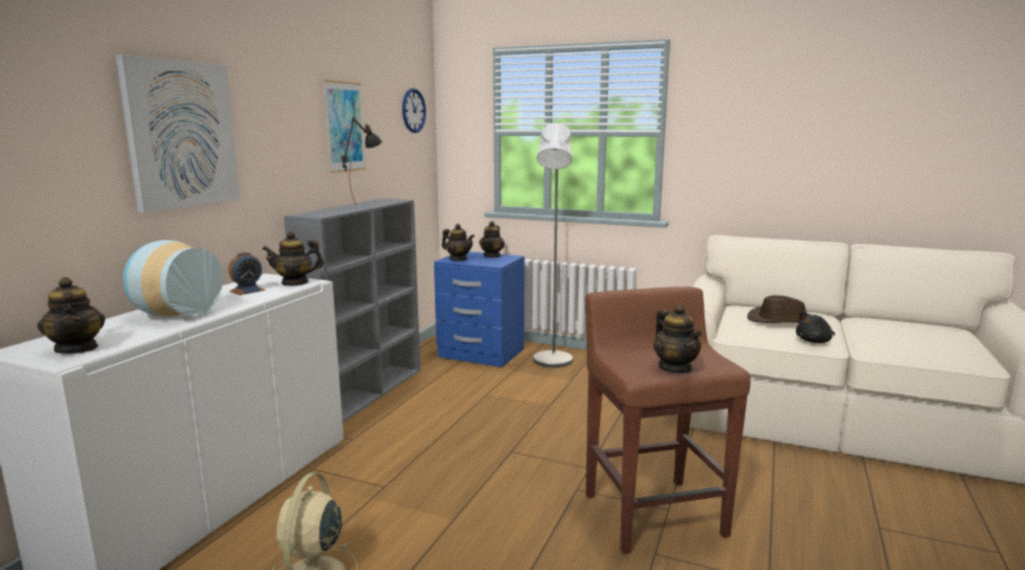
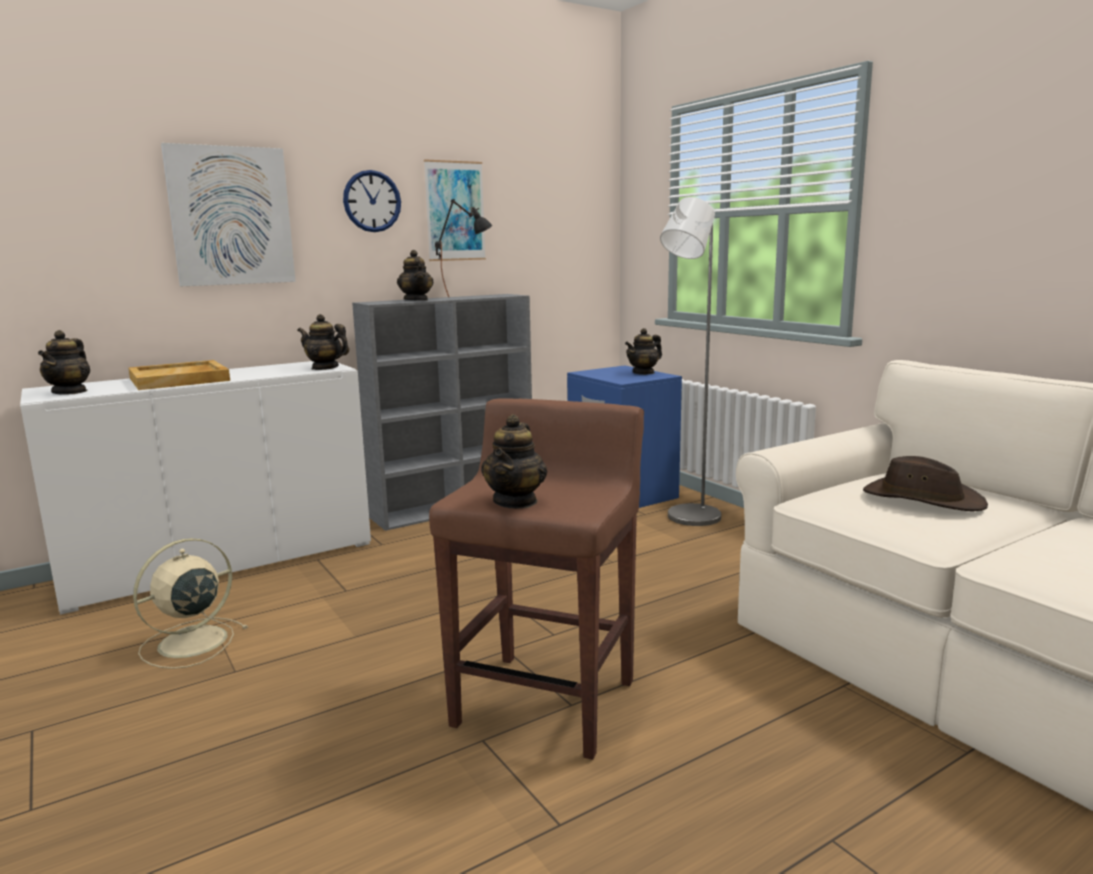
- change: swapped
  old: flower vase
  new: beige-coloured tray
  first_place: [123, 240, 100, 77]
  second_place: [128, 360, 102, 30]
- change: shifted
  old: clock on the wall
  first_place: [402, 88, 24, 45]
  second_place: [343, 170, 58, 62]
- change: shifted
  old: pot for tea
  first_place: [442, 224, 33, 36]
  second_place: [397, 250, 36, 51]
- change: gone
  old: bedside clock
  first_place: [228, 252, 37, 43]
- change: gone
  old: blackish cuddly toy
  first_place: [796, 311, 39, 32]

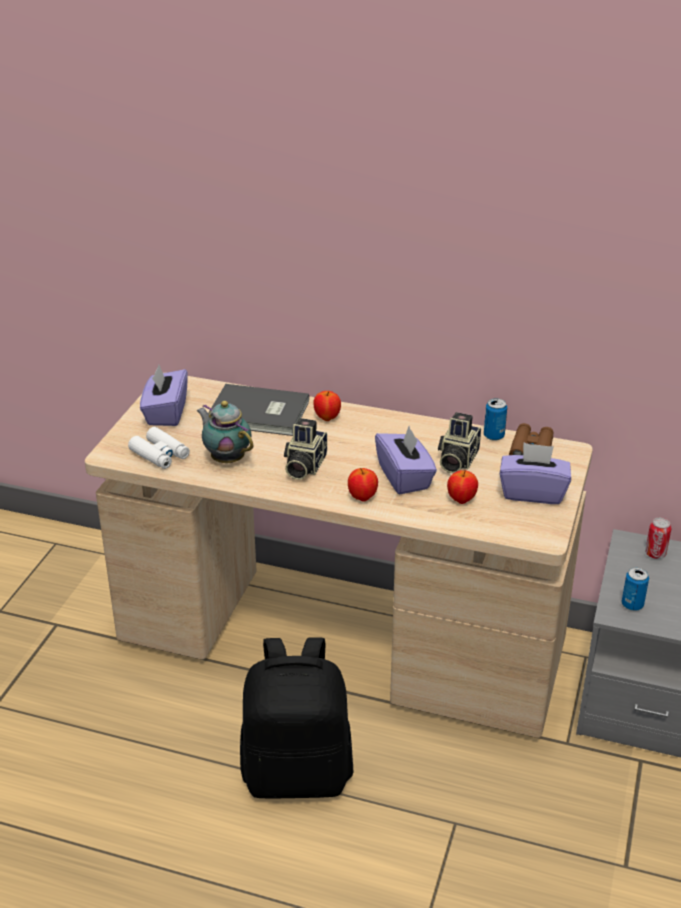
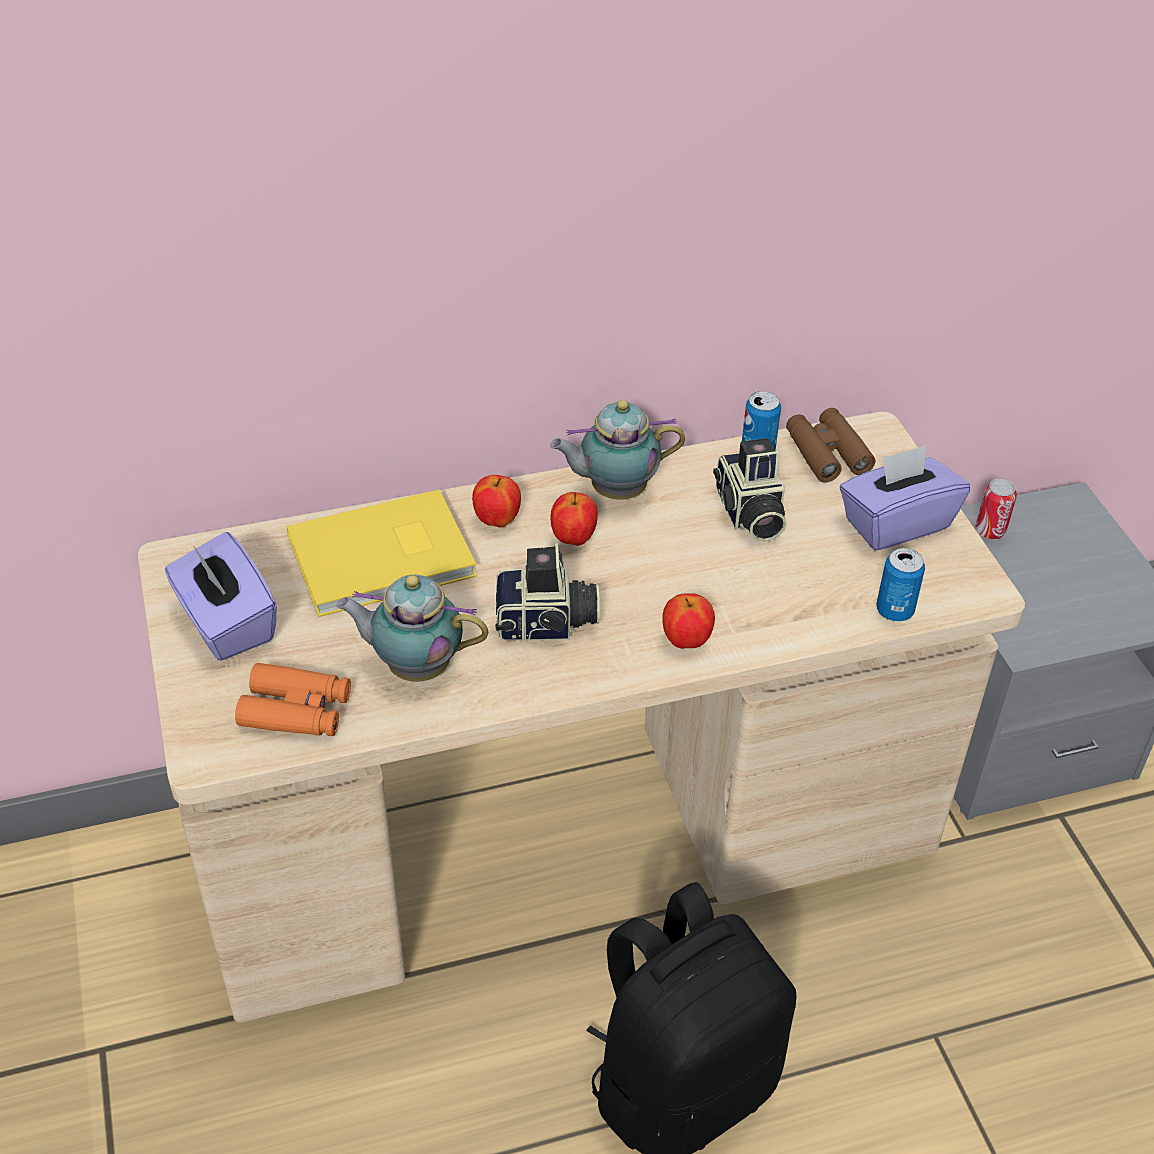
- change: repainted
  old: white-coloured field glasses
  new: orange field glasses
  first_place: [128, 427, 62, 42]
  second_place: [235, 663, 116, 73]
- change: repainted
  old: gray bound book
  new: yellow bound book
  first_place: [208, 384, 101, 52]
  second_place: [287, 490, 190, 127]
- change: rotated
  old: still camera
  first_place: [284, 418, 43, 62]
  second_place: [496, 543, 104, 98]
  degrees: -75
- change: new
  new: pot for tea
  second_place: [550, 400, 135, 100]
- change: shifted
  old: apple fruit
  first_place: [447, 470, 31, 34]
  second_place: [551, 492, 47, 54]
- change: shifted
  old: can
  first_place: [622, 567, 27, 44]
  second_place: [876, 548, 49, 74]
- change: gone
  old: purple box of tissues
  first_place: [375, 426, 62, 69]

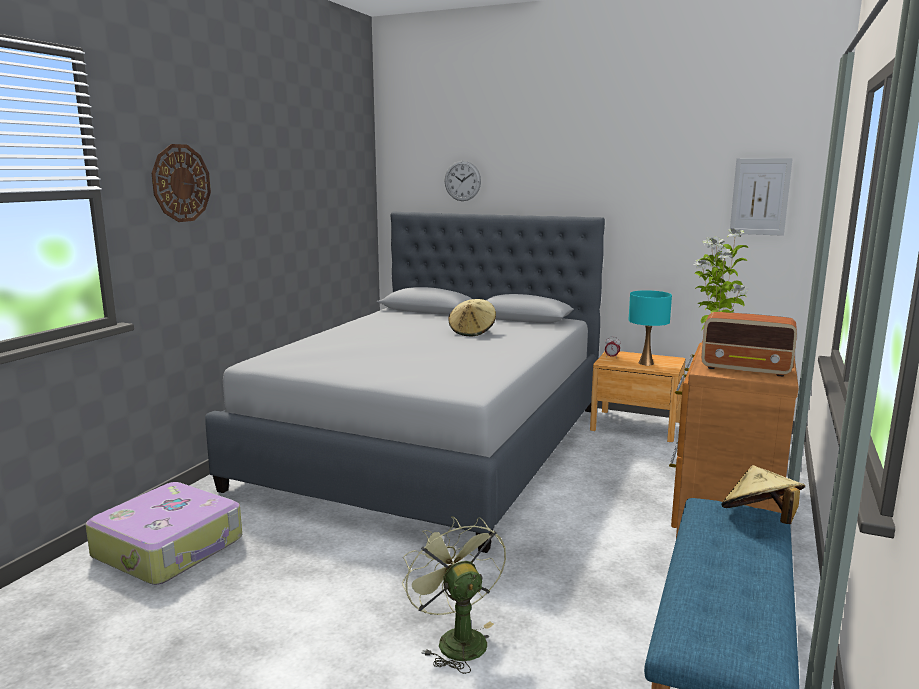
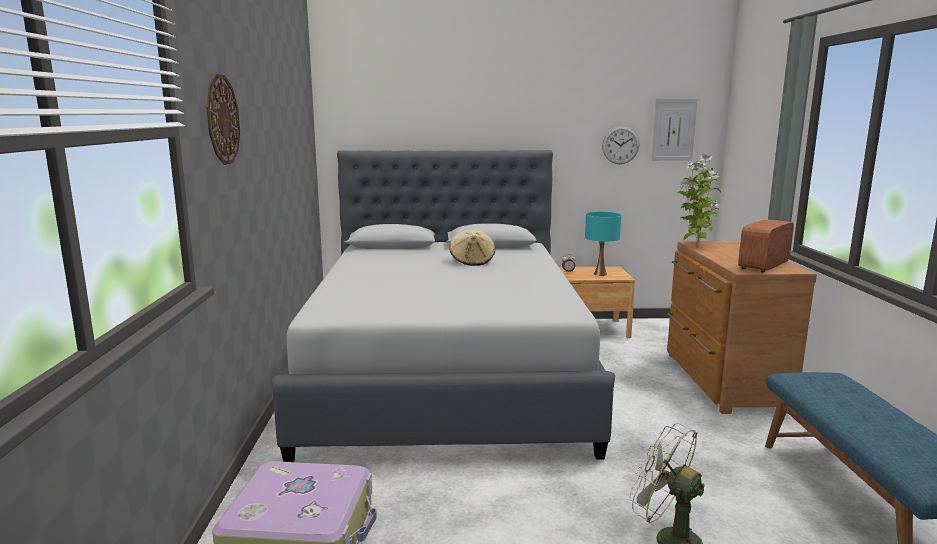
- change: shifted
  old: clock on the wall
  first_place: [445, 161, 36, 40]
  second_place: [602, 126, 37, 38]
- change: rotated
  old: radio set
  first_place: [701, 312, 96, 65]
  second_place: [738, 219, 56, 54]
  degrees: 135
- change: gone
  old: beige-coloured clothing hat
  first_place: [721, 465, 84, 59]

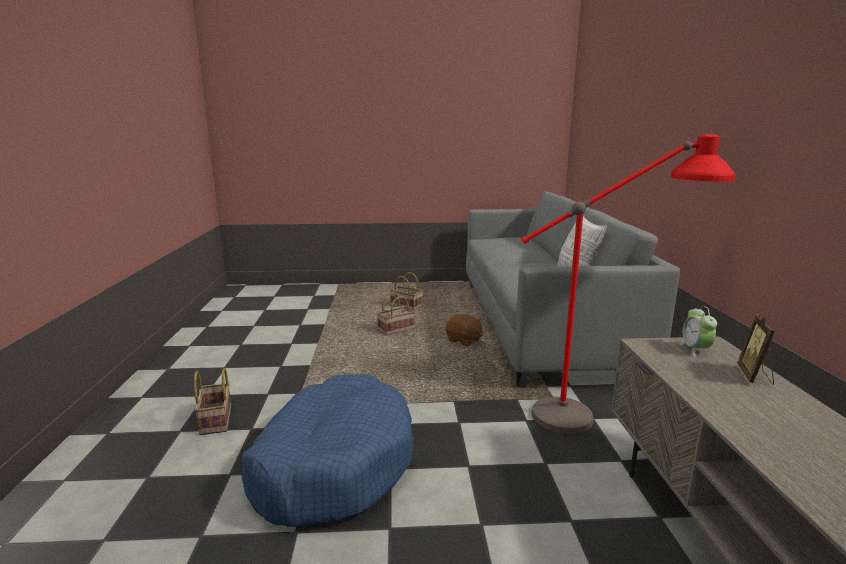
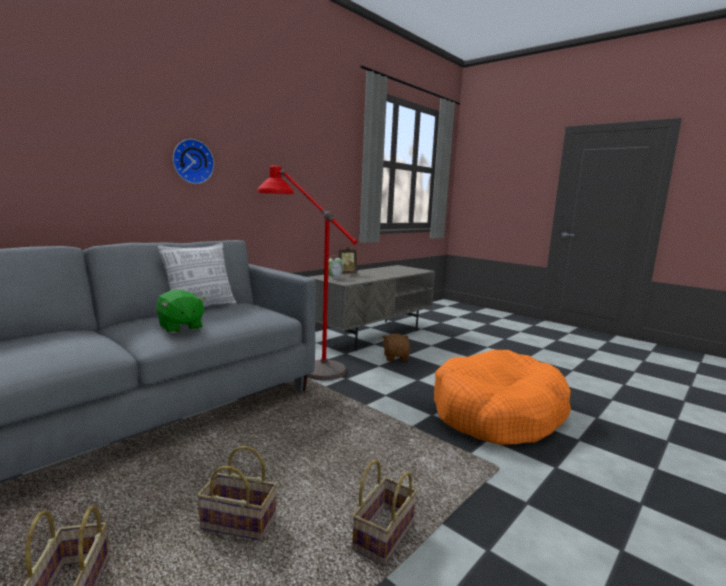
- change: new
  new: greenish cuddly toy
  second_place: [156, 290, 50, 43]
- change: new
  new: clock on the wall
  second_place: [173, 139, 41, 45]
- change: shifted
  old: storage basket
  first_place: [194, 368, 37, 67]
  second_place: [352, 459, 65, 106]
- change: shifted
  old: brown-coloured cuddly toy
  first_place: [446, 314, 37, 32]
  second_place: [382, 333, 28, 28]
- change: repainted
  old: bluish pet bed
  new: orange pet bed
  first_place: [241, 374, 173, 153]
  second_place: [434, 350, 137, 95]

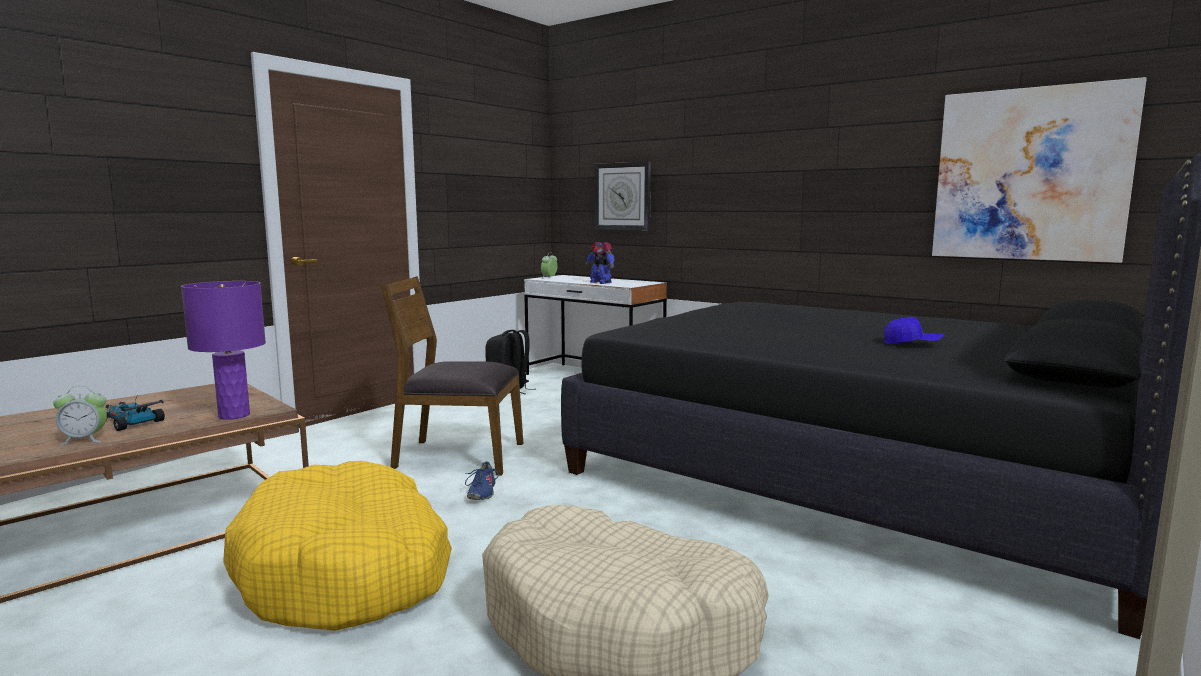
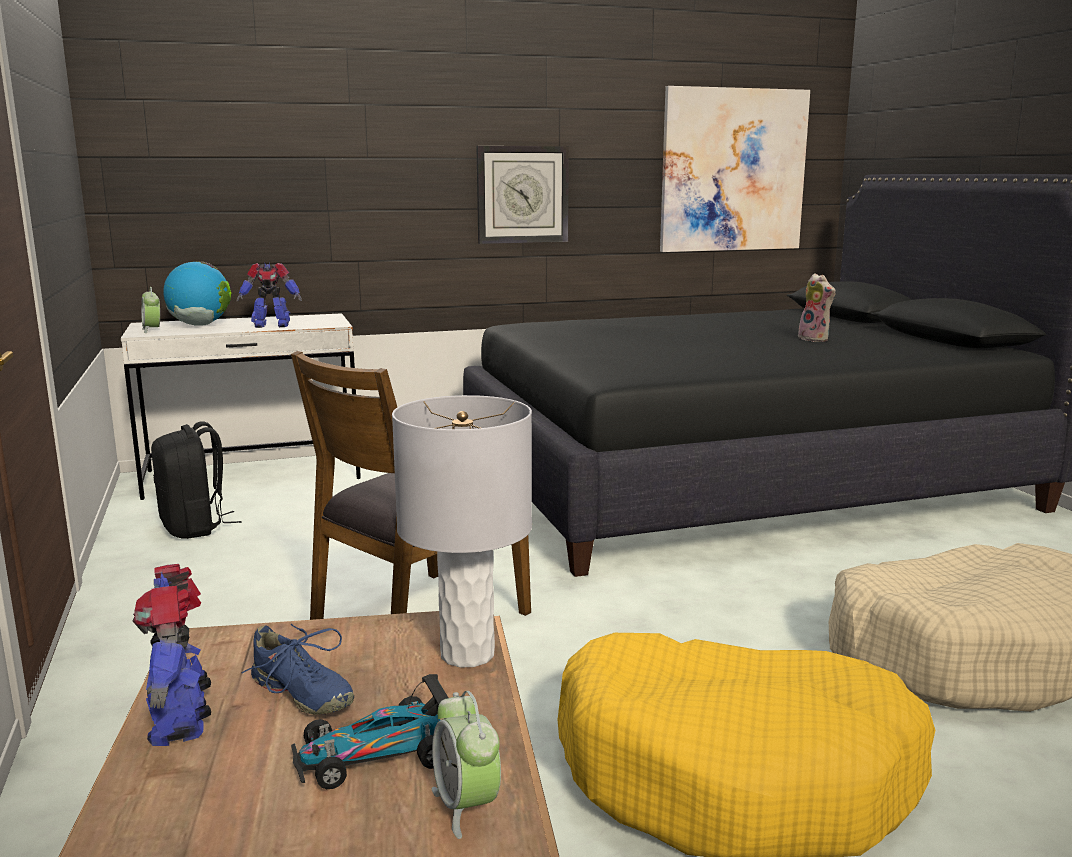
- change: new
  new: robot figure
  second_place: [133, 564, 78, 182]
- change: new
  new: globe
  second_place: [163, 261, 68, 65]
- change: shifted
  old: bluish shoe
  first_place: [465, 461, 34, 39]
  second_place: [241, 624, 113, 91]
- change: repainted
  old: purple tabletop lamp
  new: gray tabletop lamp
  first_place: [181, 281, 85, 139]
  second_place: [392, 395, 140, 273]
- change: rotated
  old: bedside clock
  first_place: [53, 386, 54, 59]
  second_place: [432, 691, 69, 148]
  degrees: 135
- change: shifted
  old: clock on the wall
  first_place: [594, 161, 57, 70]
  second_place: [476, 146, 93, 98]
- change: swapped
  old: bluish baseball cap
  new: cuddly toy
  first_place: [884, 317, 60, 27]
  second_place: [794, 273, 42, 69]

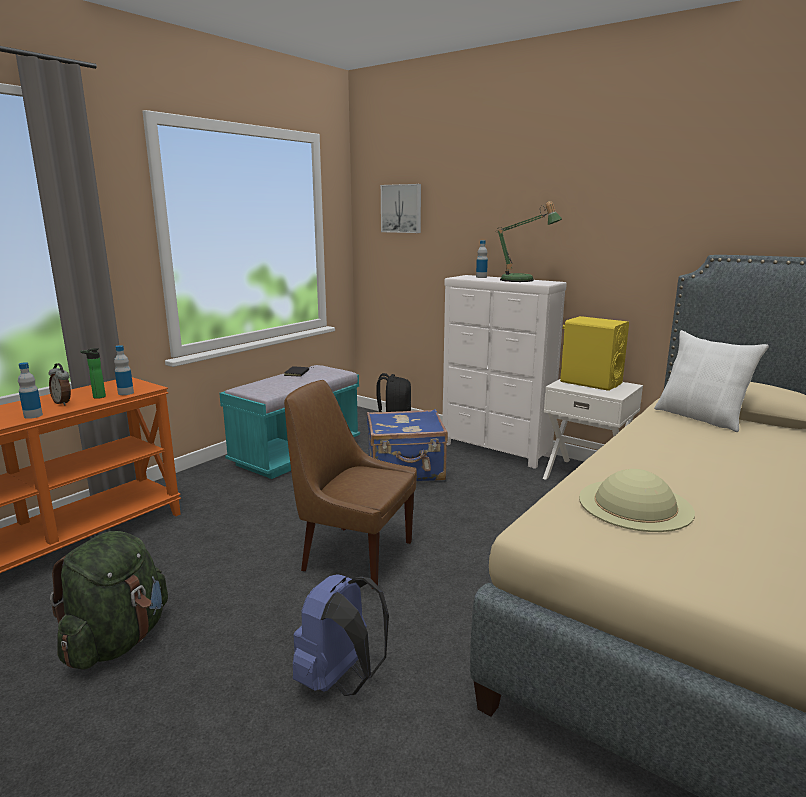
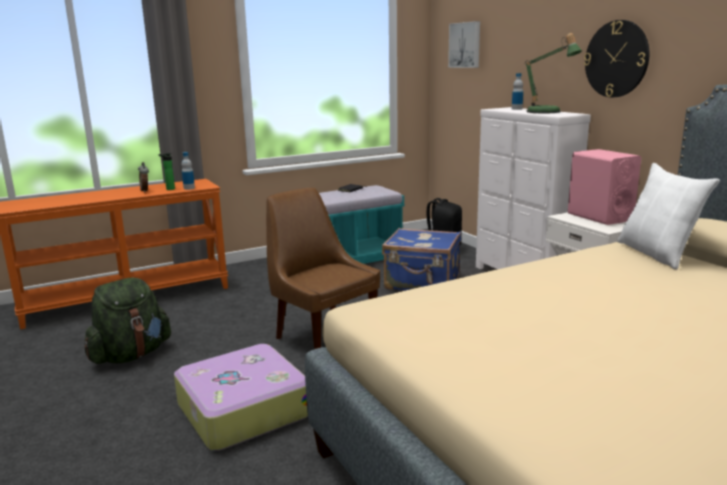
- change: swapped
  old: bluish rucksack
  new: suitcase
  first_place: [293, 574, 96, 122]
  second_place: [174, 344, 134, 107]
- change: repainted
  old: yellow loudspeaker
  new: pink loudspeaker
  first_place: [560, 316, 69, 75]
  second_place: [568, 149, 73, 76]
- change: new
  new: clock on the wall
  second_place: [584, 20, 65, 77]
- change: gone
  old: bottle
  first_place: [18, 362, 25, 57]
- change: gone
  old: beige-coloured clothing hat
  first_place: [579, 469, 116, 63]

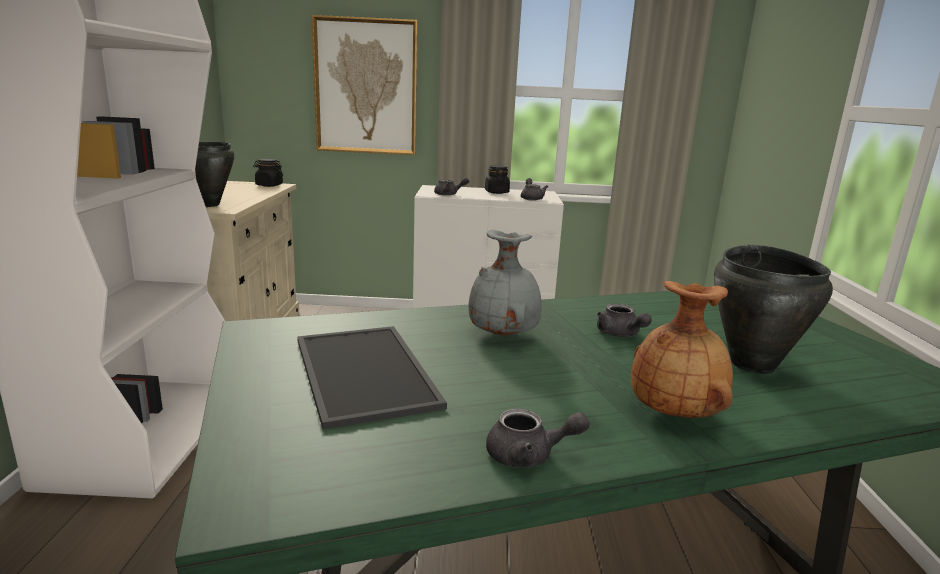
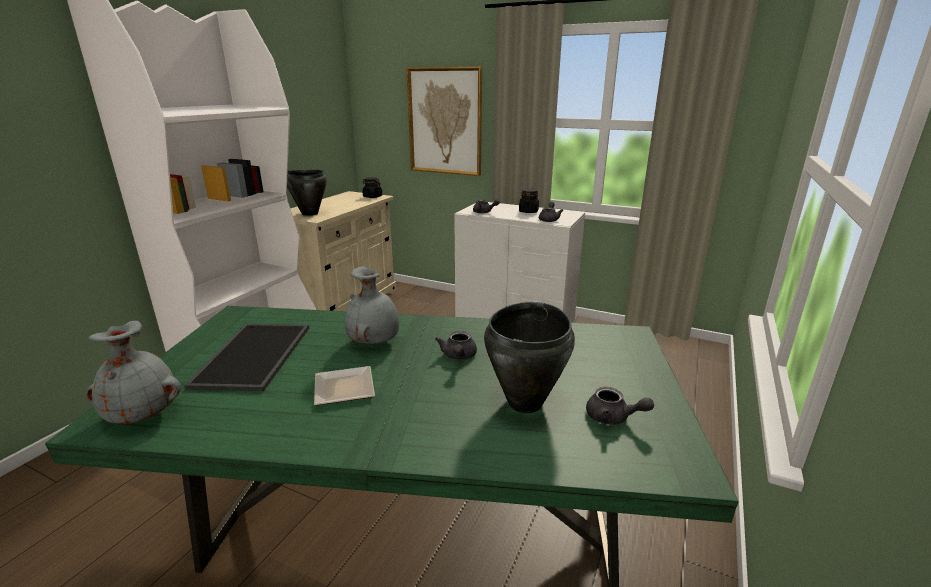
- change: new
  new: gray flower vase
  second_place: [86, 321, 95, 103]
- change: new
  new: plate
  second_place: [314, 366, 61, 40]
- change: shifted
  old: gray pot for tea
  first_place: [486, 408, 104, 60]
  second_place: [586, 387, 68, 38]
- change: gone
  old: brown-coloured flower vase
  first_place: [631, 281, 102, 137]

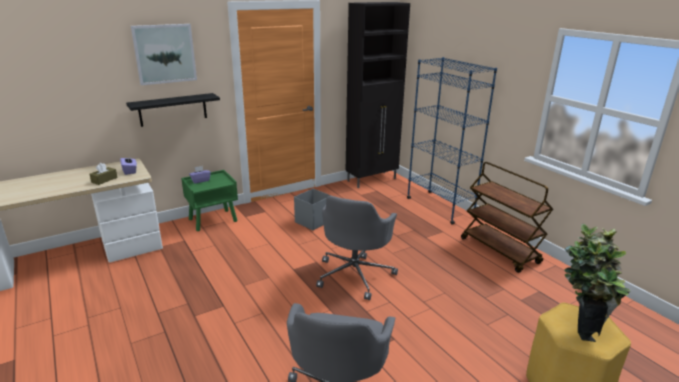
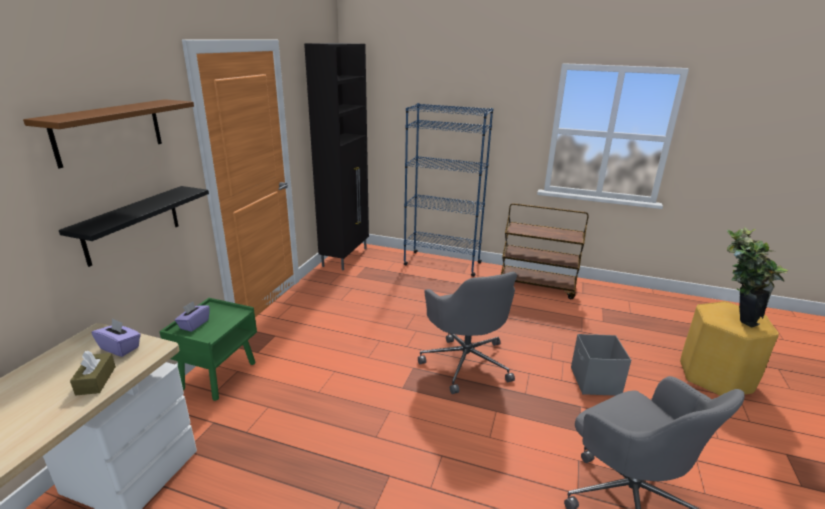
- change: swapped
  old: wall picture
  new: brown-coloured shelf
  first_place: [131, 24, 66, 61]
  second_place: [23, 99, 171, 69]
- change: shifted
  old: gray storage bin
  first_place: [294, 189, 37, 41]
  second_place: [571, 334, 60, 62]

